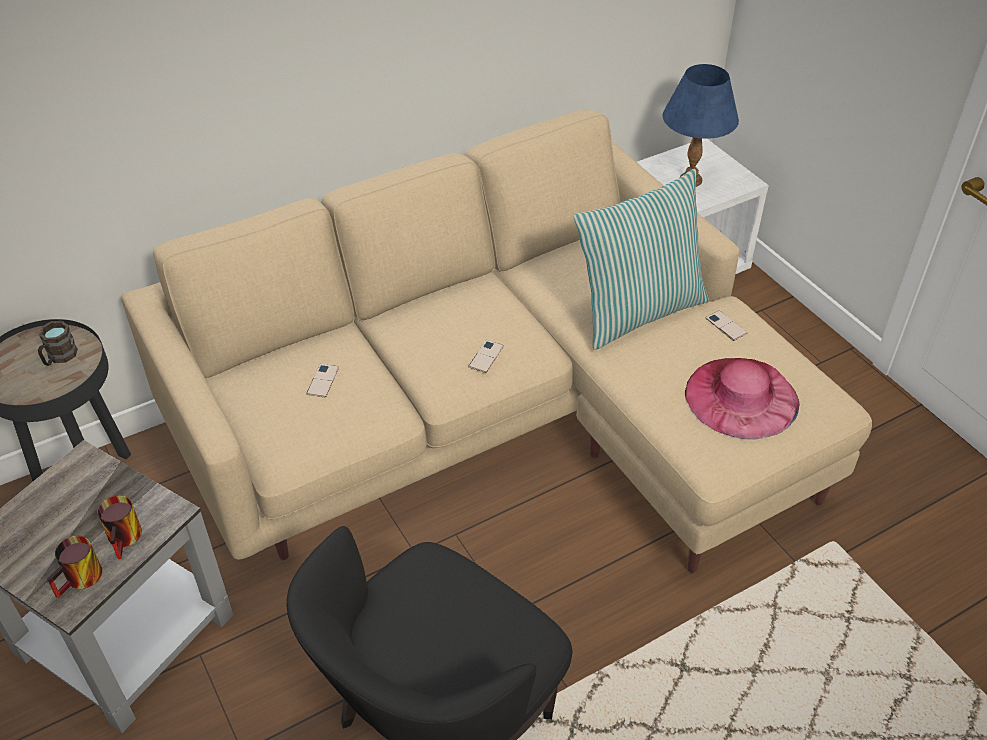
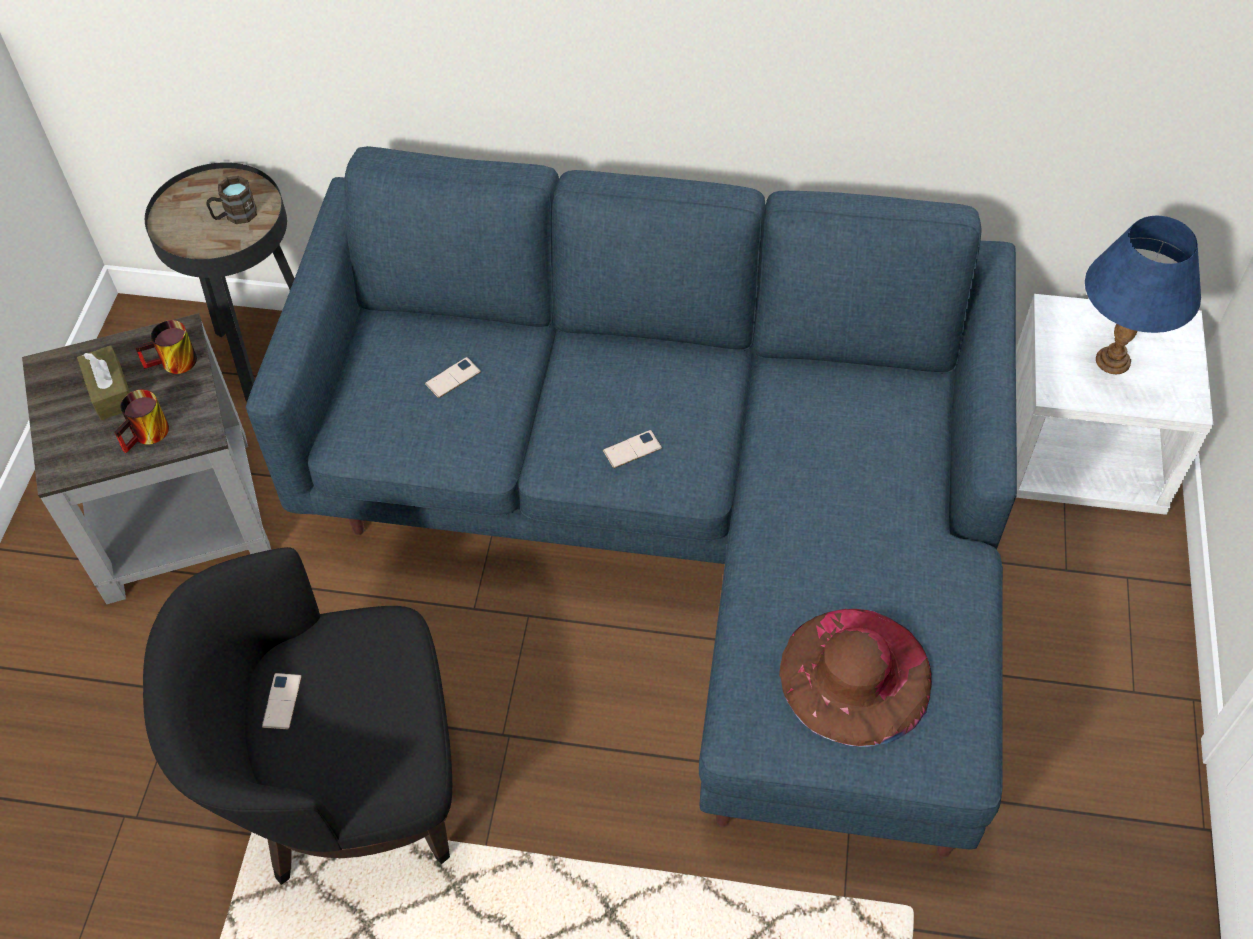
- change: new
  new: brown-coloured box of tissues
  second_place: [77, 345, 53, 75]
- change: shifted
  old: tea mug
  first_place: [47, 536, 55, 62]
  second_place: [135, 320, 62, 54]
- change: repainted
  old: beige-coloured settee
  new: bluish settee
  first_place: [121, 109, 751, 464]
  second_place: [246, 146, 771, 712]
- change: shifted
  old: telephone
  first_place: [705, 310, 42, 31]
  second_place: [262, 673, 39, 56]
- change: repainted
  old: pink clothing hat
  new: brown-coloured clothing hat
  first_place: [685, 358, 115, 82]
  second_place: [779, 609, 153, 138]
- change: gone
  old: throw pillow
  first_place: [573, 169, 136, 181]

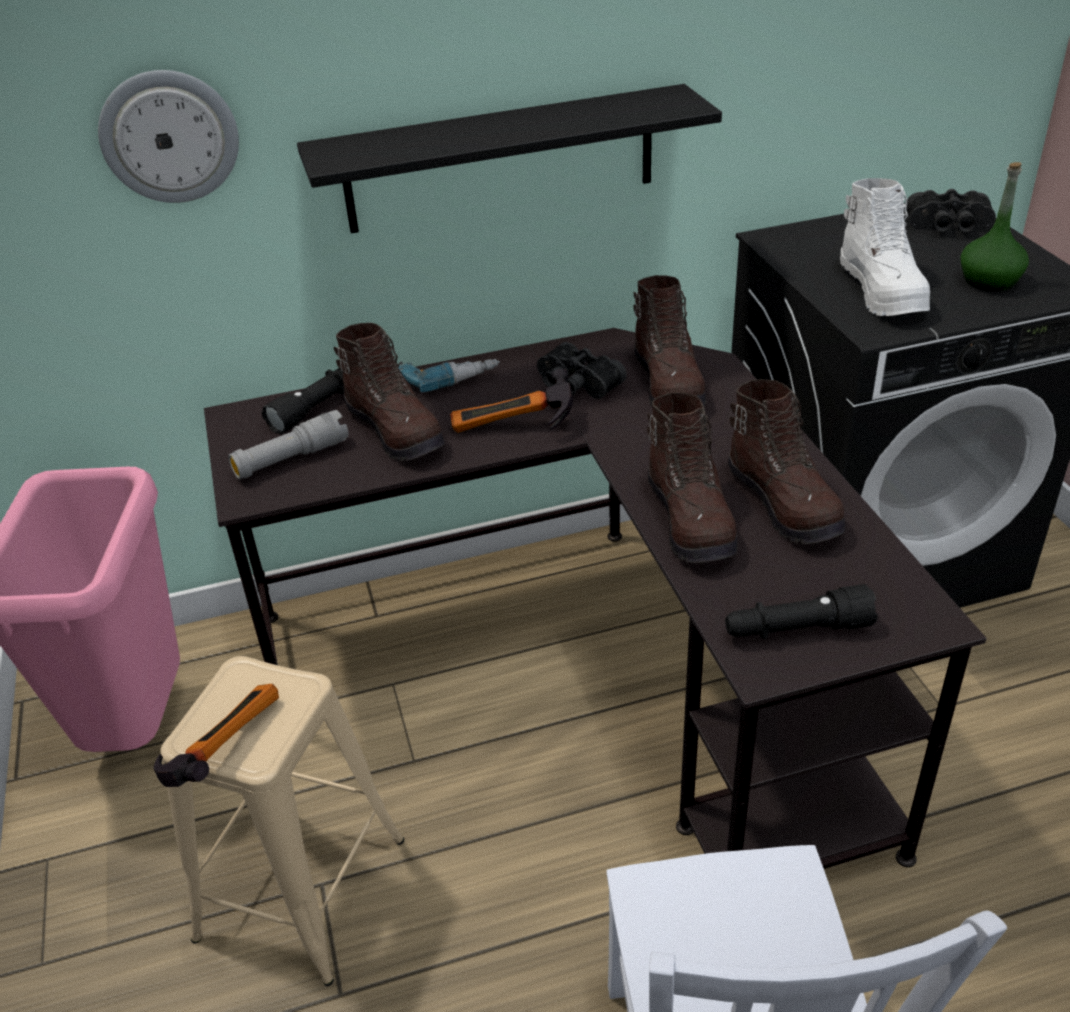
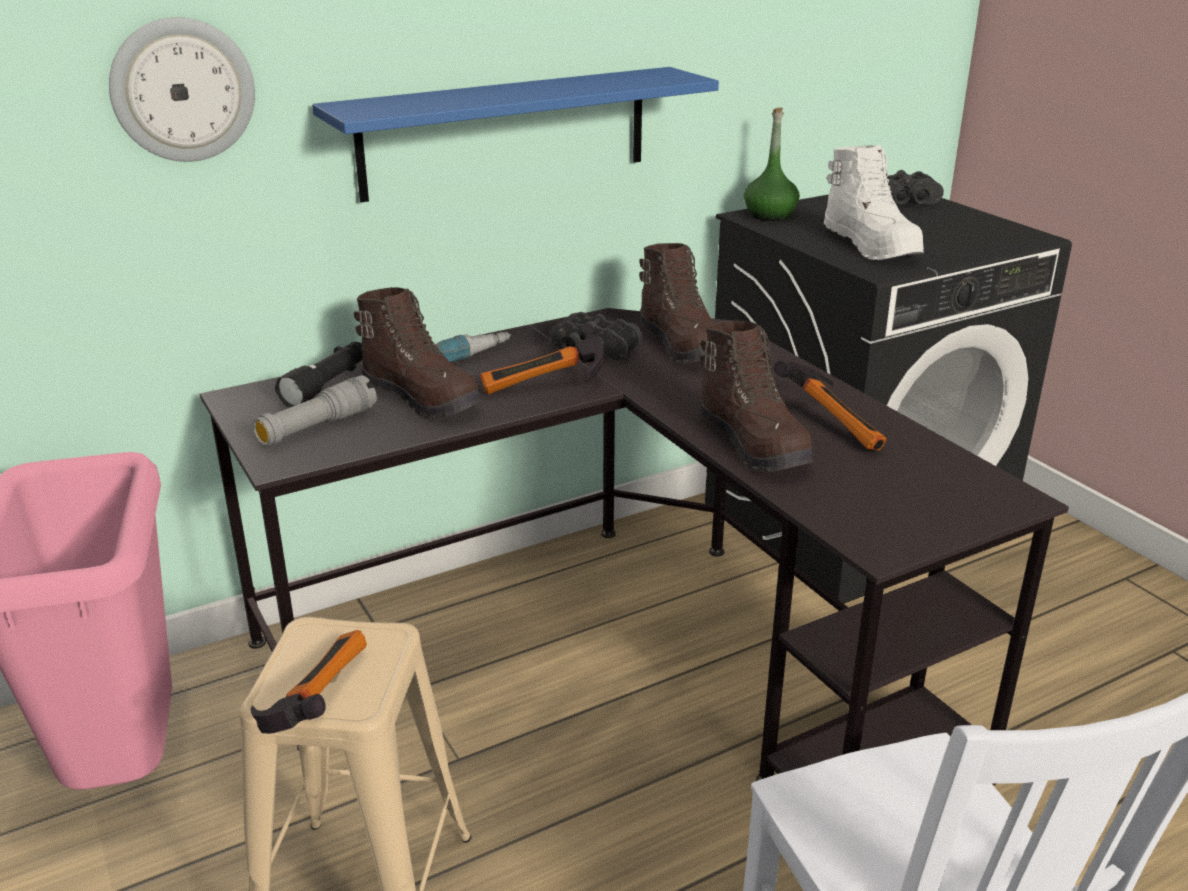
- change: repainted
  old: blackish shelf
  new: bluish shelf
  first_place: [297, 84, 425, 149]
  second_place: [312, 67, 407, 135]
- change: shifted
  old: greenish bottle
  first_place: [961, 162, 68, 129]
  second_place: [744, 108, 56, 113]
- change: swapped
  old: brown-coloured boot
  new: tool hammer
  first_place: [728, 379, 118, 165]
  second_place: [774, 361, 112, 90]
- change: gone
  old: blackish torch
  first_place: [725, 584, 153, 55]

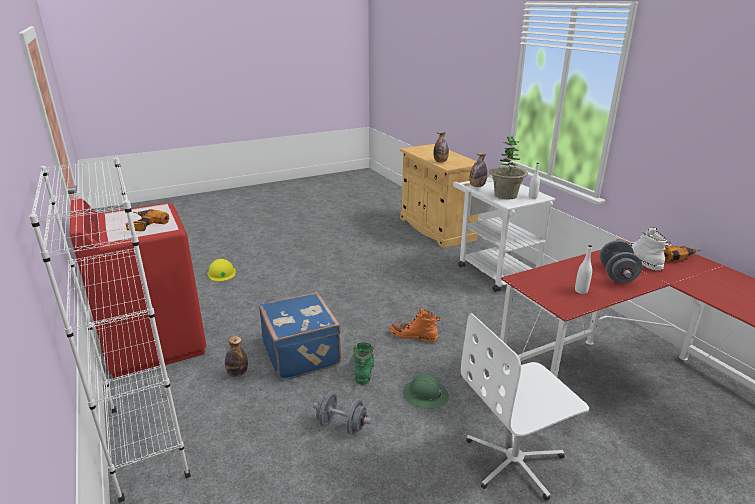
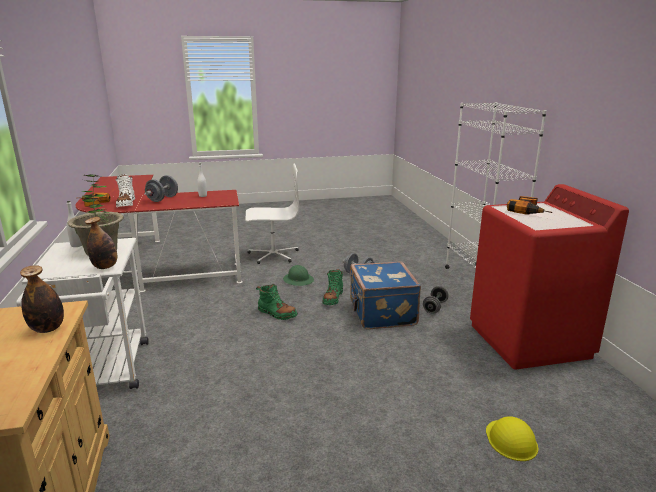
- change: repainted
  old: orange boot
  new: greenish boot
  first_place: [389, 307, 52, 35]
  second_place: [256, 284, 42, 36]
- change: swapped
  old: bottle
  new: gray hand weight
  first_place: [225, 336, 23, 41]
  second_place: [423, 286, 26, 28]

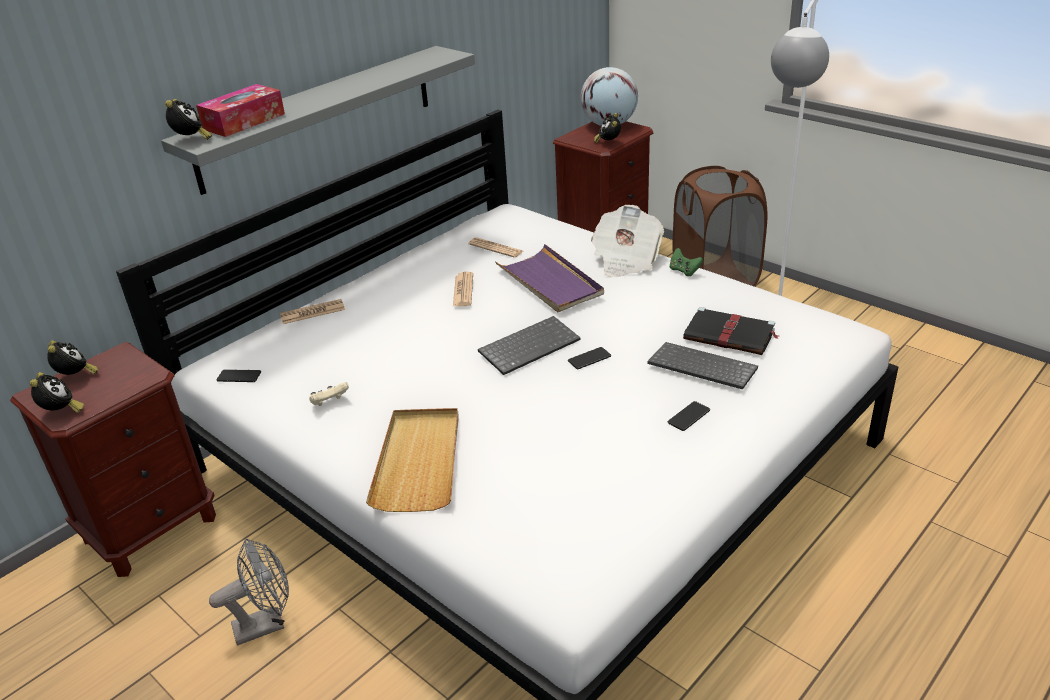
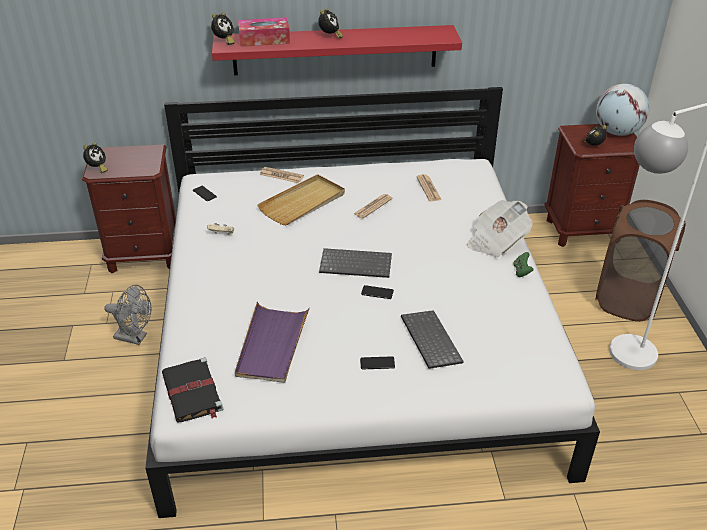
- change: shifted
  old: blackish bound book
  first_place: [683, 307, 96, 48]
  second_place: [162, 357, 62, 65]
- change: repainted
  old: gray shelf
  new: red-coloured shelf
  first_place: [161, 46, 314, 149]
  second_place: [212, 25, 250, 50]
- change: shifted
  old: purple tray
  first_place: [495, 244, 109, 68]
  second_place: [235, 302, 75, 81]
- change: shifted
  old: beige-coloured tray
  first_place: [366, 408, 93, 104]
  second_place: [257, 174, 88, 52]
- change: shifted
  old: bedside clock
  first_place: [47, 340, 51, 35]
  second_place: [318, 8, 25, 31]

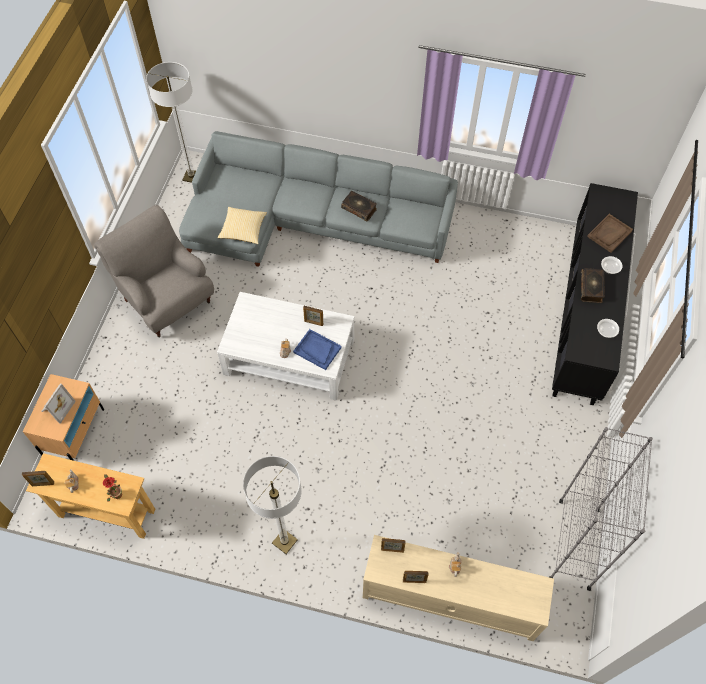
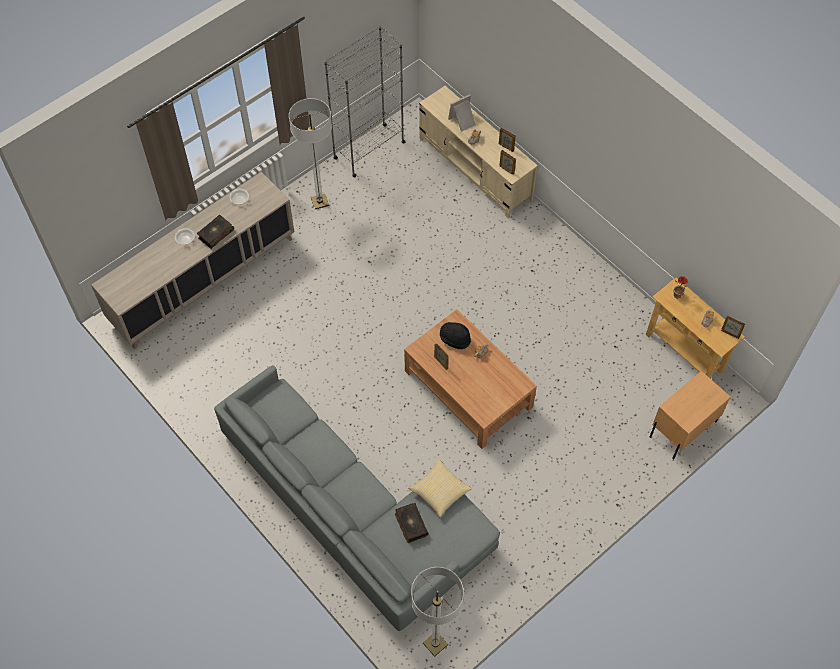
- change: repainted
  old: blackish cupboard
  new: beige-coloured cupboard
  first_place: [552, 183, 86, 222]
  second_place: [91, 172, 204, 177]
- change: shifted
  old: standard lamp
  first_place: [243, 456, 59, 98]
  second_place: [289, 98, 43, 111]
- change: shifted
  old: bound book
  first_place: [341, 191, 36, 30]
  second_place: [395, 503, 34, 40]
- change: repainted
  old: white-coloured lounge table
  new: brown-coloured lounge table
  first_place: [217, 292, 137, 109]
  second_place: [404, 309, 133, 140]
- change: swapped
  old: bluish tray
  new: blackish clothing hat
  first_place: [293, 329, 49, 41]
  second_place: [440, 322, 31, 27]
- change: shifted
  old: photo frame
  first_place: [41, 383, 35, 41]
  second_place: [448, 94, 28, 38]
- change: gone
  old: gray easy chair
  first_place: [94, 205, 120, 132]
- change: gone
  old: brown-coloured tray
  first_place: [587, 214, 46, 39]

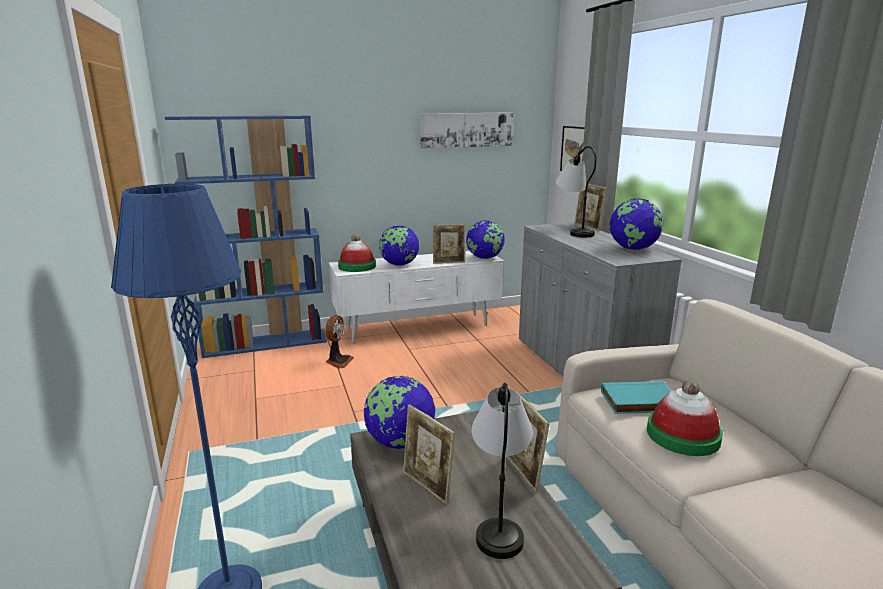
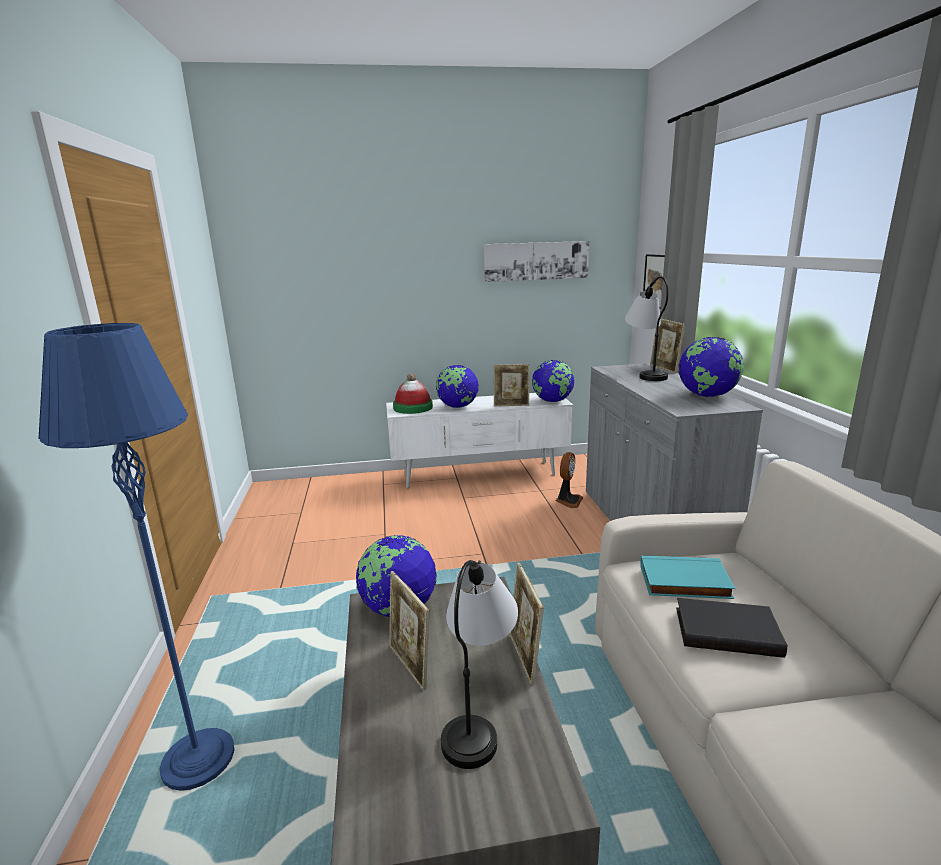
- change: shifted
  old: cooling fan
  first_place: [325, 315, 29, 53]
  second_place: [555, 452, 28, 56]
- change: swapped
  old: clothing hat
  new: blackish bound book
  first_place: [647, 380, 76, 76]
  second_place: [676, 598, 111, 60]
- change: gone
  old: bluish bookcase
  first_place: [165, 115, 162, 243]

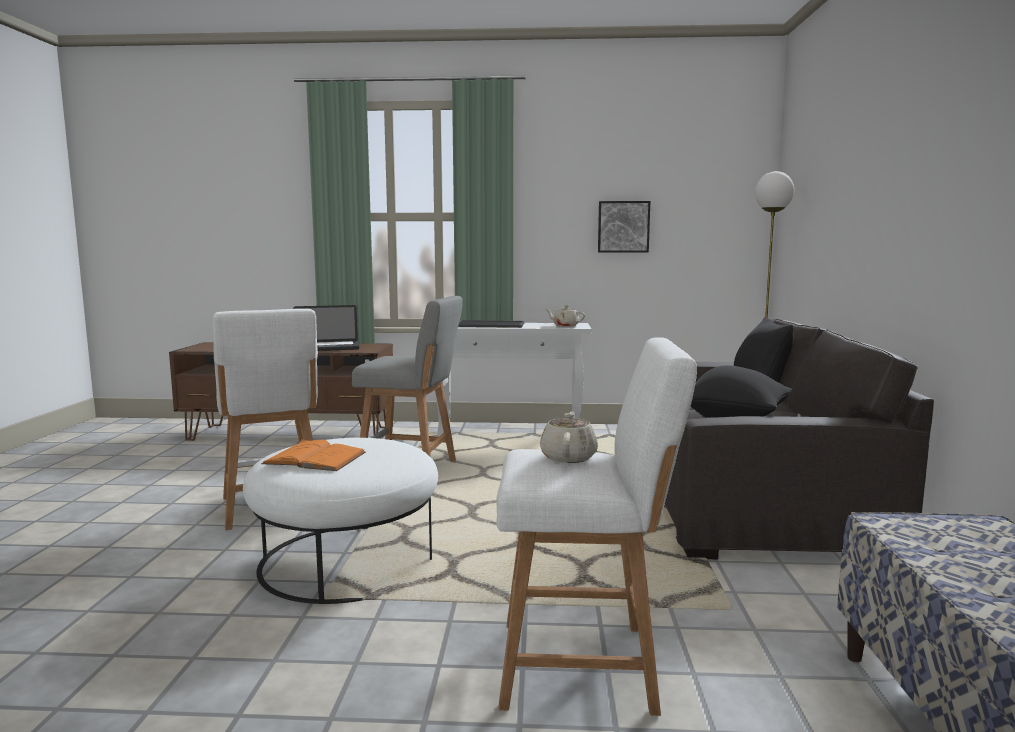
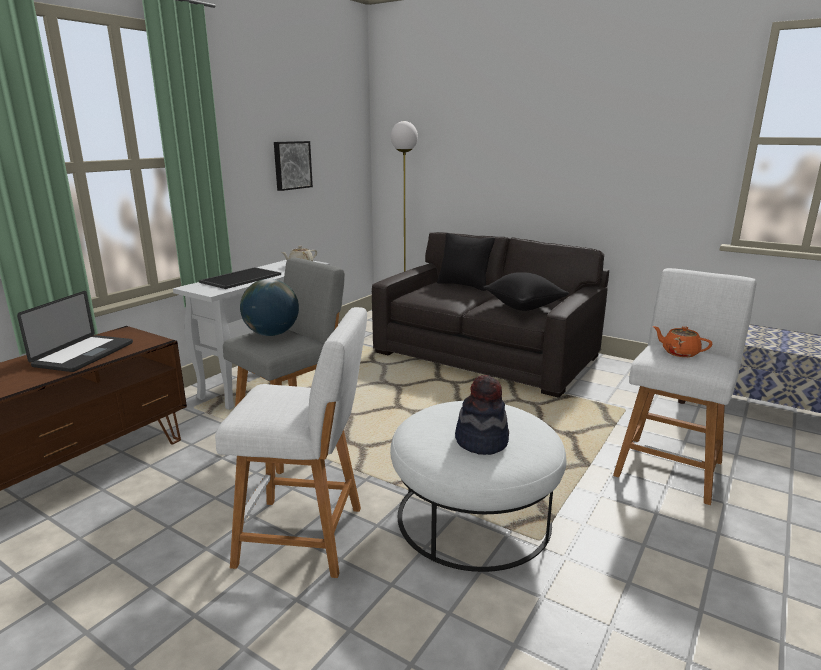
- change: new
  new: globe
  second_place: [240, 279, 59, 57]
- change: swapped
  old: orange bound book
  new: clothing hat
  first_place: [261, 439, 105, 32]
  second_place: [455, 375, 54, 80]
- change: repainted
  old: beige-coloured pot for tea
  new: orange pot for tea
  first_place: [540, 412, 58, 51]
  second_place: [653, 326, 59, 31]

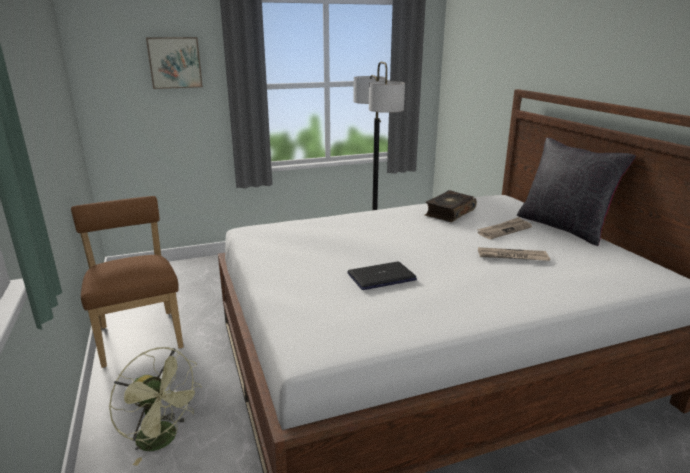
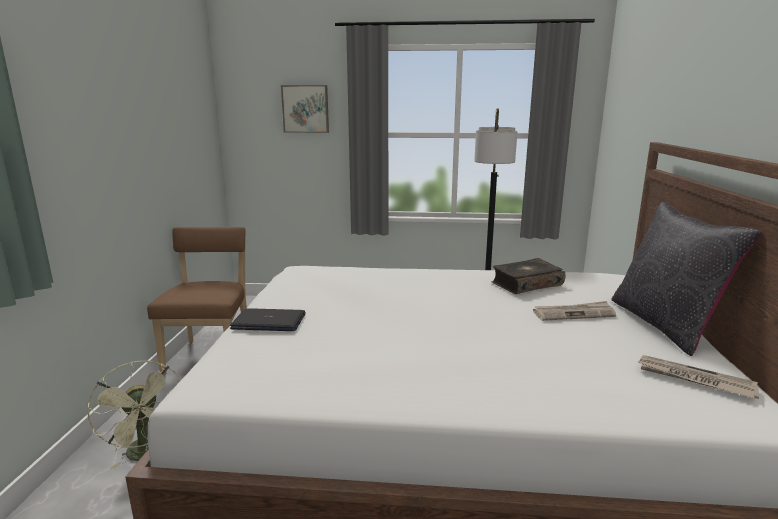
- change: shifted
  old: notebook computer
  first_place: [347, 261, 70, 29]
  second_place: [230, 308, 76, 23]
- change: shifted
  old: newspaper
  first_place: [478, 247, 72, 14]
  second_place: [638, 355, 122, 44]

